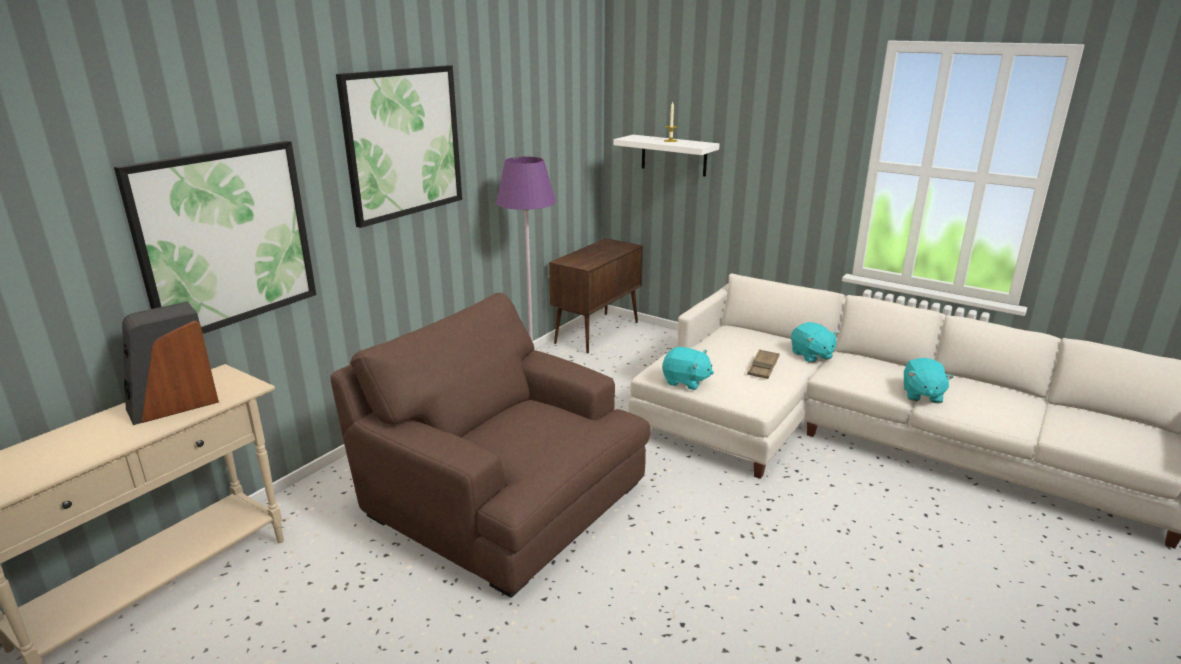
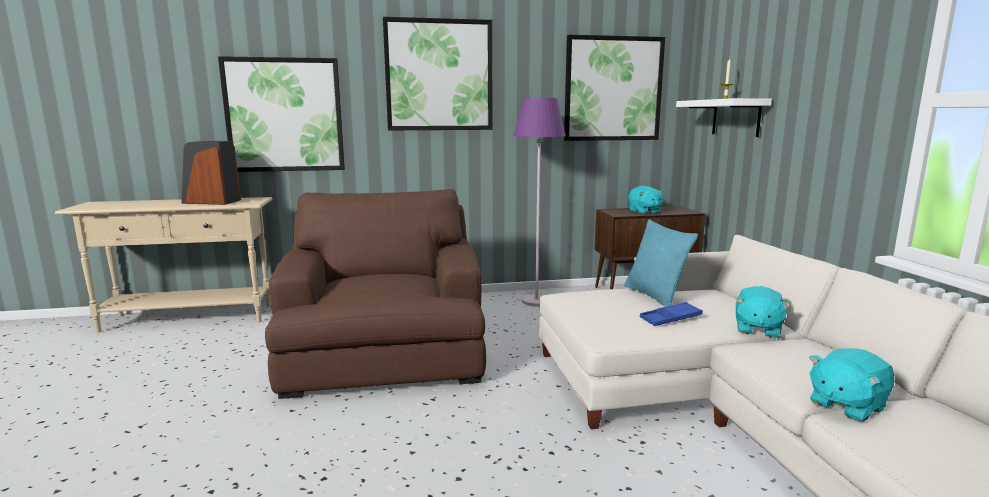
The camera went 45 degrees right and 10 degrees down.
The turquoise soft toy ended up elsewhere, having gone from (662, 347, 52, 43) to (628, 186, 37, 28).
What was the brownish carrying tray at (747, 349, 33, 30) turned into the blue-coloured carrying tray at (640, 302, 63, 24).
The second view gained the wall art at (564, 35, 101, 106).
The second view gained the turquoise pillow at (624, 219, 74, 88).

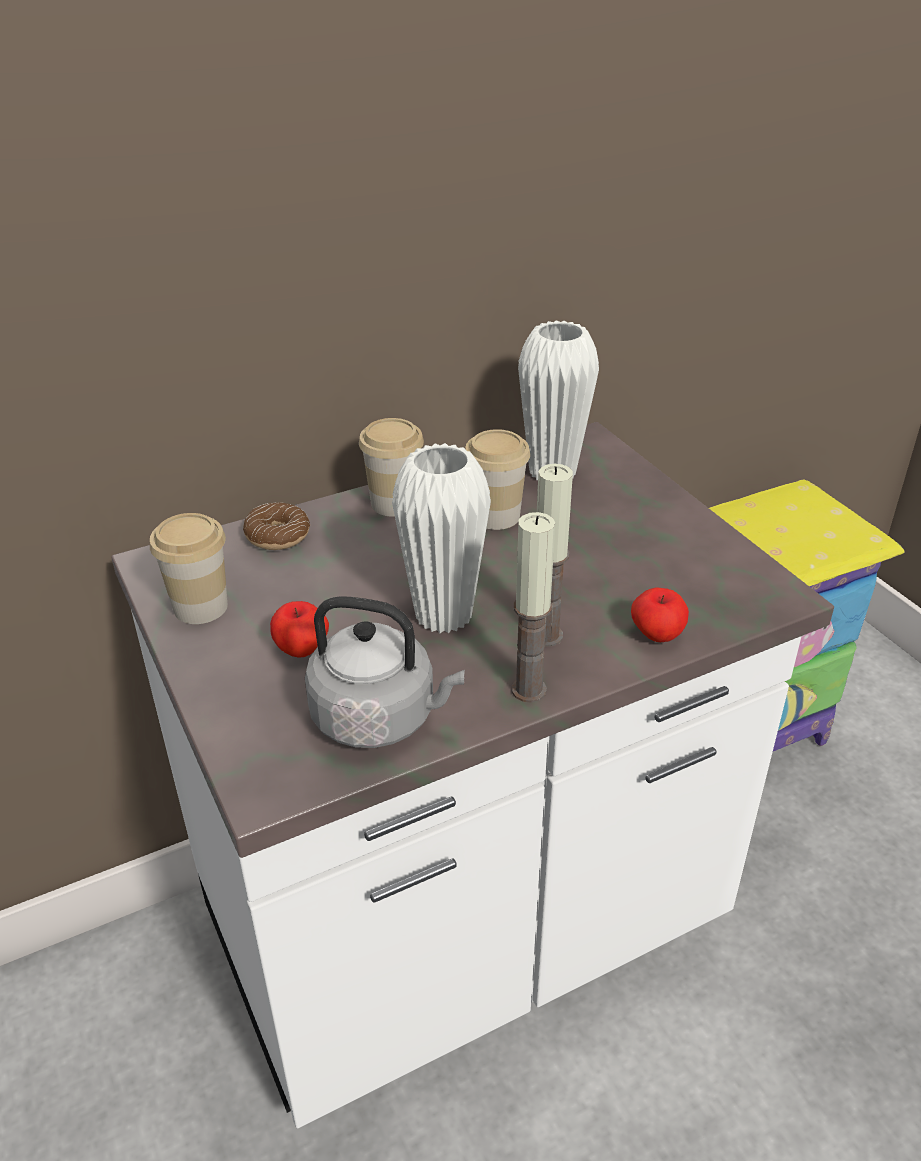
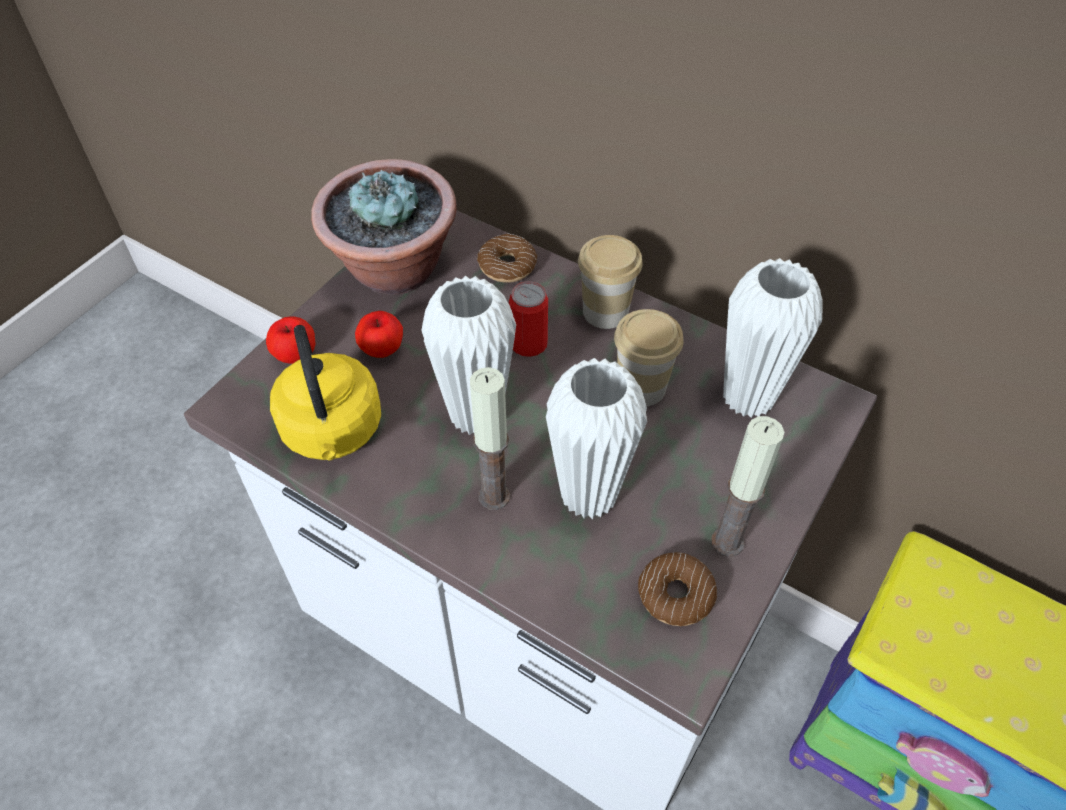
The camera went 60 degrees right and 15 degrees up.
Where the small cup stood at (150, 513, 78, 111), the plant in a pot came to stand at (311, 159, 146, 136).
What was the greyish water kettle at (305, 596, 160, 152) turned into the yellow-coloured water kettle at (270, 325, 111, 135).
The wax candle ended up elsewhere, having gone from (512, 512, 43, 191) to (711, 416, 73, 141).
The whole apple ended up elsewhere, having gone from (631, 587, 58, 55) to (266, 316, 50, 48).
The second view gained the sealed can at (509, 281, 39, 76).
The second view gained the whitish vase at (546, 358, 101, 161).
The second view gained the donut at (638, 552, 79, 74).

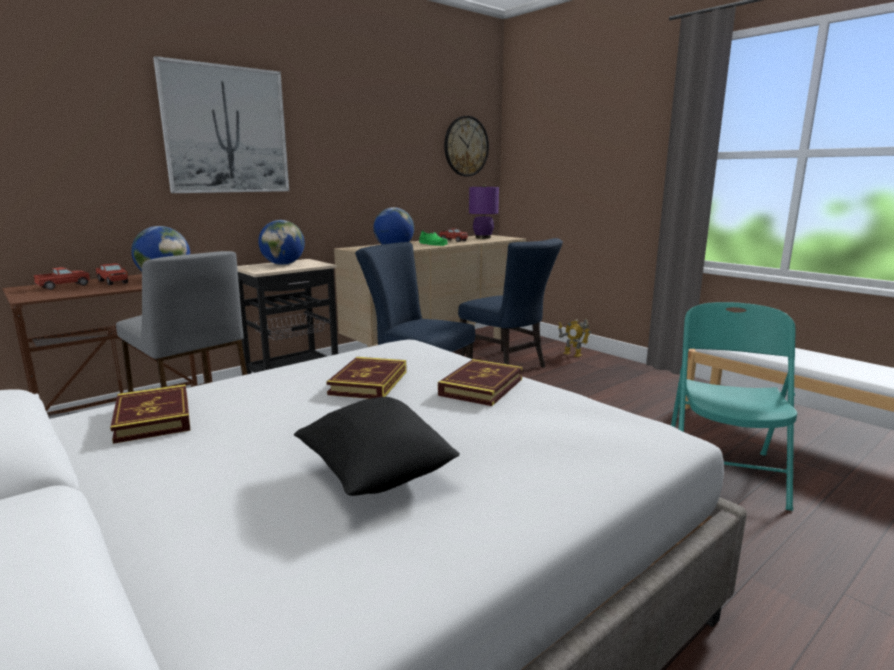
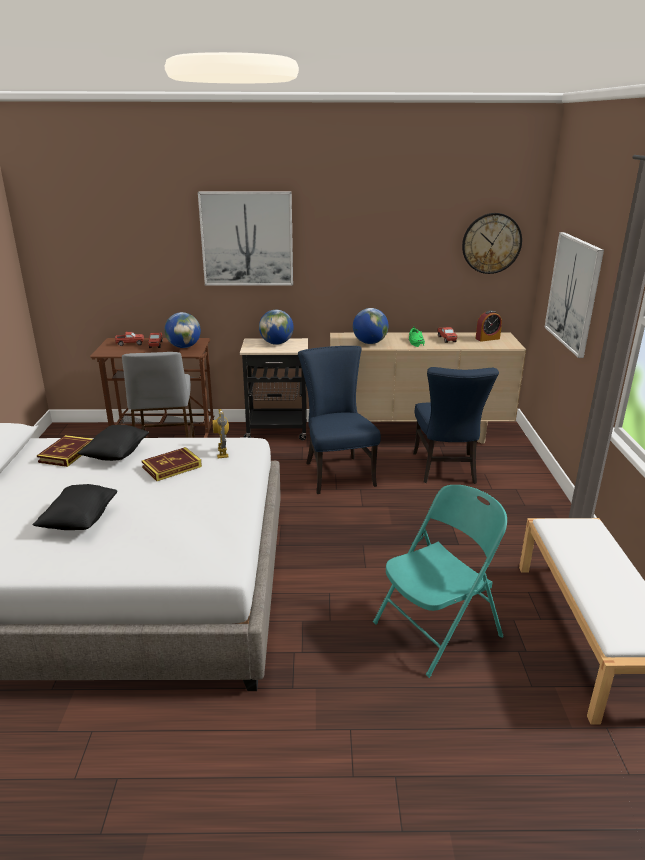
The camera went 40 degrees right and 10 degrees up.
The second view lost the volume at (438, 359, 85, 47).
Where the purplish lamp for a table stood at (469, 184, 30, 55), the bedside clock came to stand at (476, 310, 26, 32).
The robot figure ended up elsewhere, having gone from (558, 319, 33, 38) to (212, 409, 17, 49).
The second view gained the black pillow at (78, 425, 71, 36).
The second view gained the wall art at (544, 232, 60, 126).

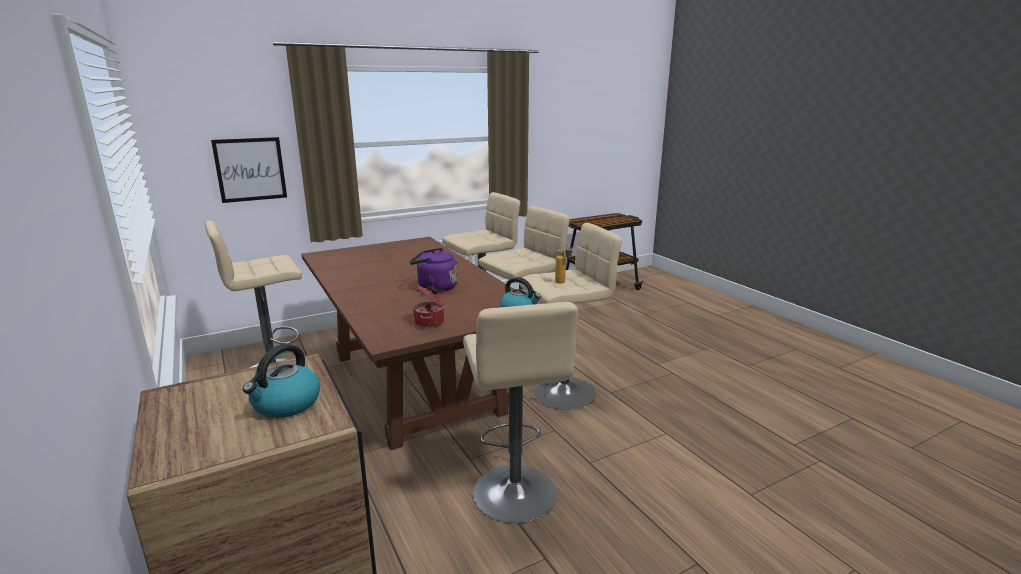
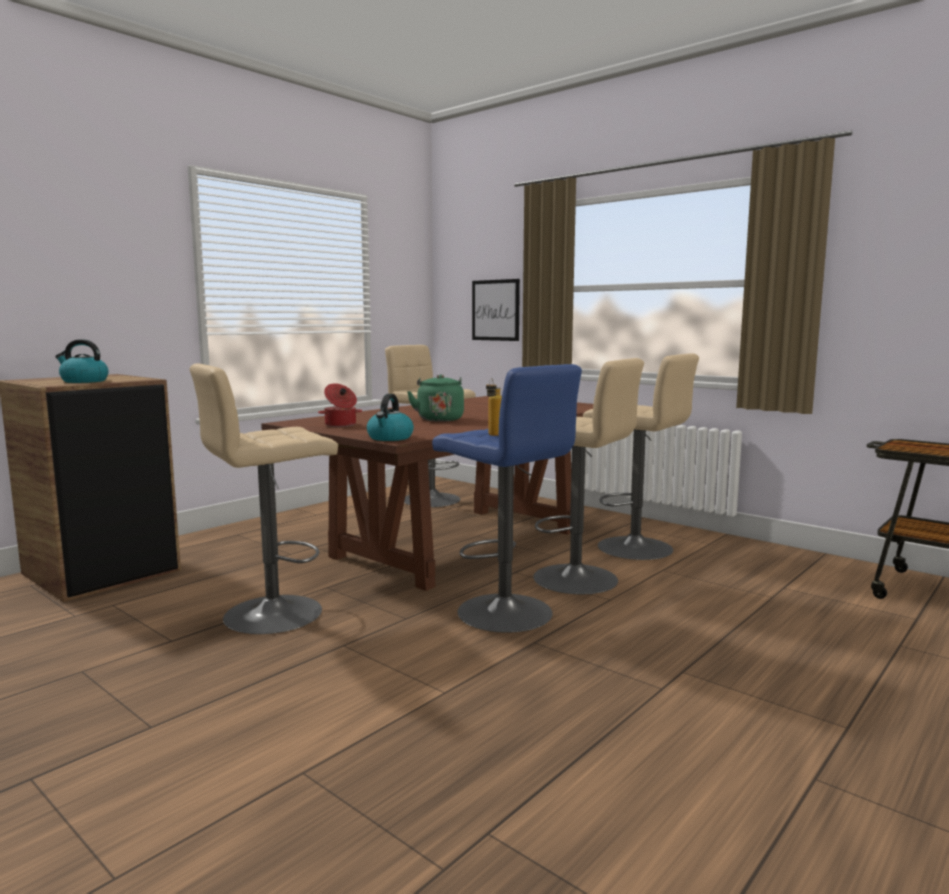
The camera went 70 degrees right and 10 degrees down.
What was the purplish water kettle at (410, 248, 48, 44) turned into the greenish water kettle at (407, 374, 57, 48).
What was the beige sitting stool at (519, 223, 103, 187) turned into the blue-coloured sitting stool at (432, 364, 150, 269).

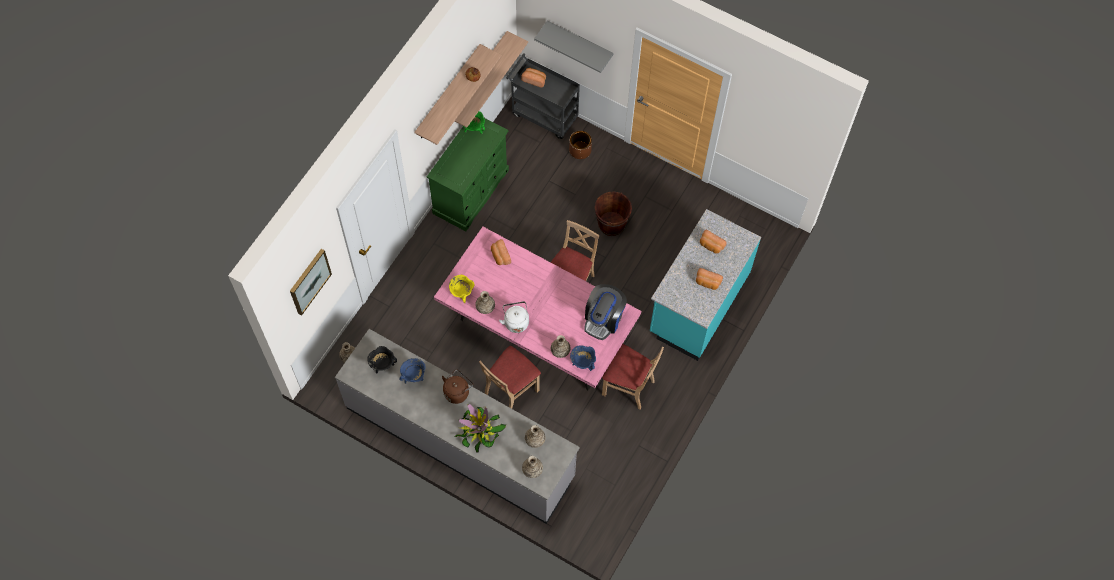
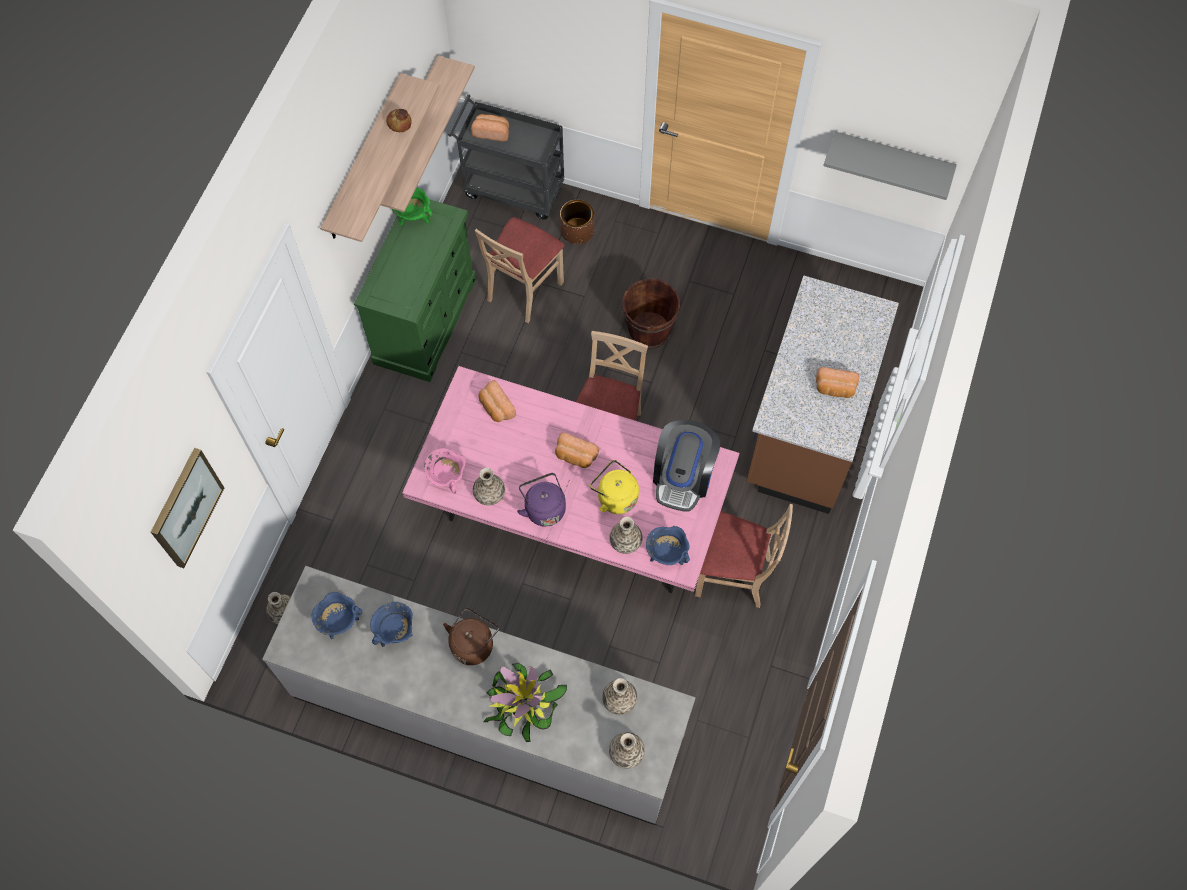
The camera went 10 degrees left and 0 degrees up.
What was the black stockpot at (367, 346, 30, 28) turned into the blue-coloured stockpot at (312, 592, 50, 47).
What was the yellow-coloured stockpot at (449, 275, 25, 28) turned into the pinkish stockpot at (424, 448, 42, 46).
The beige upright chair ended up elsewhere, having gone from (479, 346, 62, 63) to (475, 217, 89, 106).
What was the whitish water kettle at (499, 301, 30, 32) turned into the purplish water kettle at (517, 473, 49, 54).
The greyish wall shelf ended up elsewhere, having gone from (534, 20, 80, 53) to (823, 131, 134, 69).
What was the turquoise kitchen counter at (650, 209, 111, 152) turned into the brownish kitchen counter at (746, 276, 153, 238).
The bakery bread ended up elsewhere, having gone from (700, 230, 27, 23) to (555, 432, 44, 36).
The second view gained the yellow-coloured water kettle at (590, 460, 49, 54).

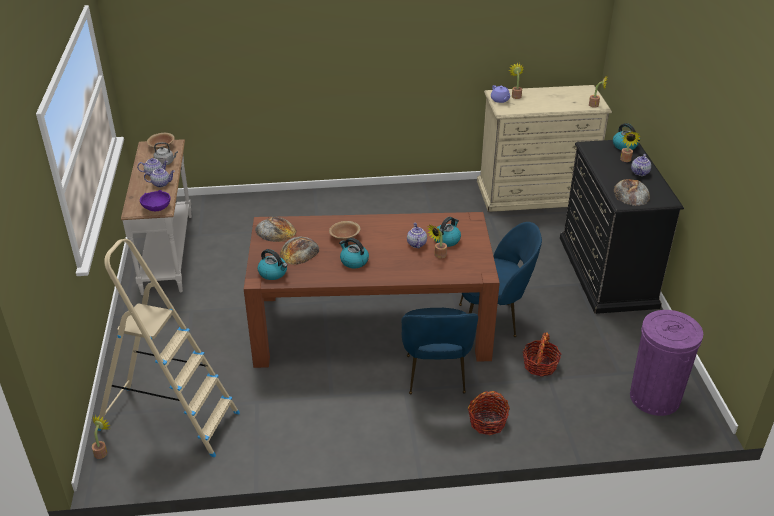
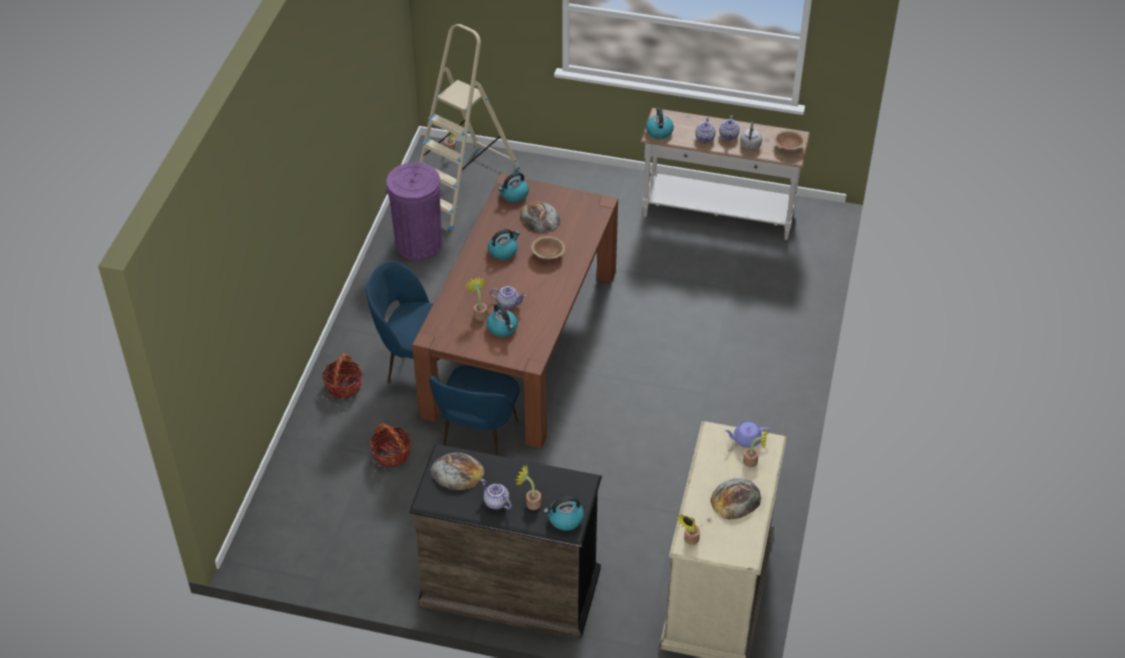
The camera went 110 degrees right and 10 degrees up.
Where the purplish bowl stood at (140, 190, 30, 21), the water kettle came to stand at (646, 108, 28, 31).
The bakery bread ended up elsewhere, having gone from (255, 217, 42, 25) to (710, 478, 51, 42).
The purplish waste bin ended up elsewhere, having gone from (630, 310, 73, 106) to (385, 162, 58, 99).

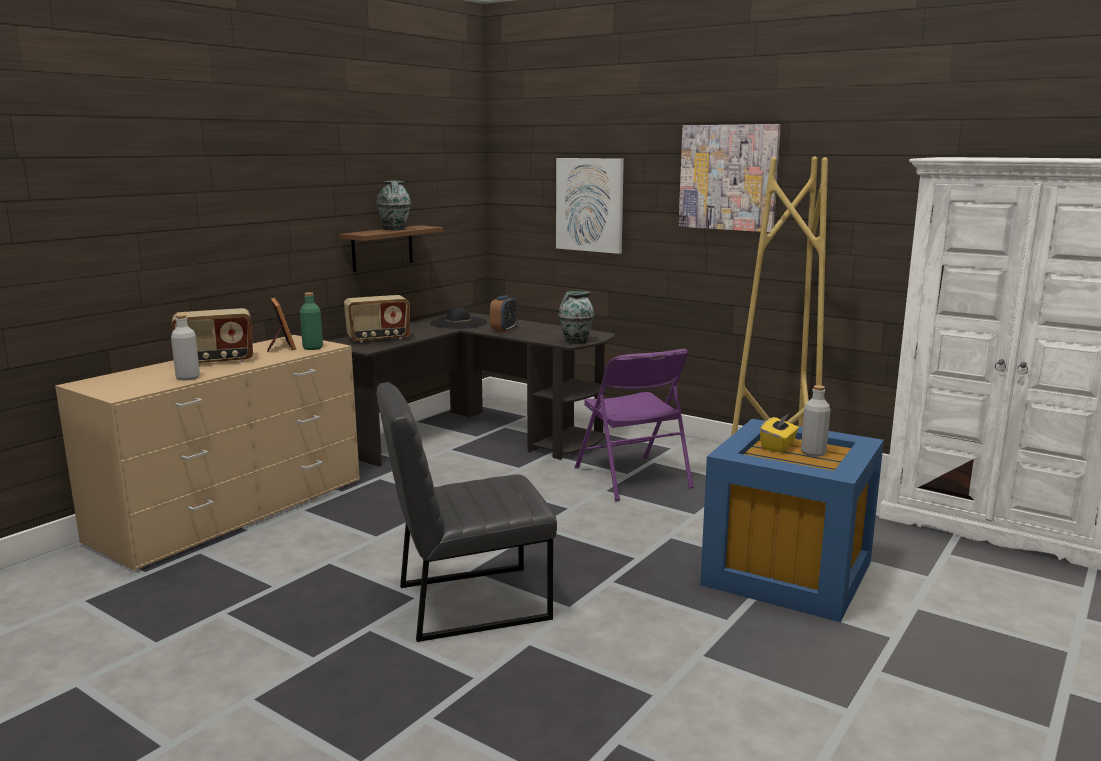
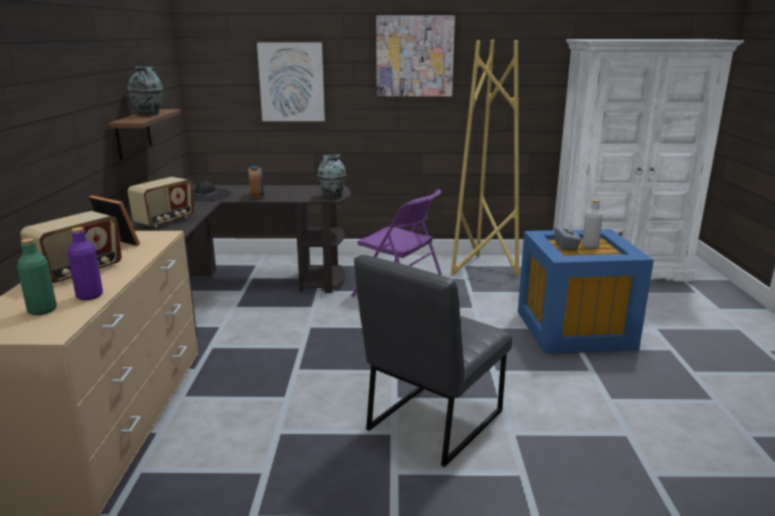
The camera went 35 degrees left and 5 degrees up.
What was the greyish drink bottle at (171, 314, 29, 67) turned into the purplish drink bottle at (68, 227, 35, 73).
The greenish drink bottle ended up elsewhere, having gone from (300, 292, 23, 58) to (17, 238, 40, 77).
What was the yellow-coloured box of tissues at (760, 413, 39, 40) turned into the greyish box of tissues at (554, 222, 27, 28).

